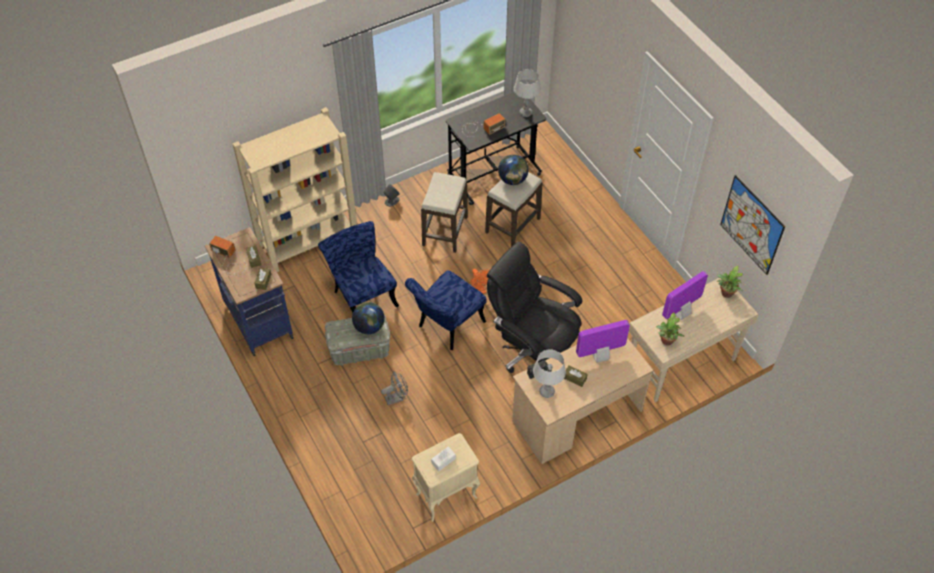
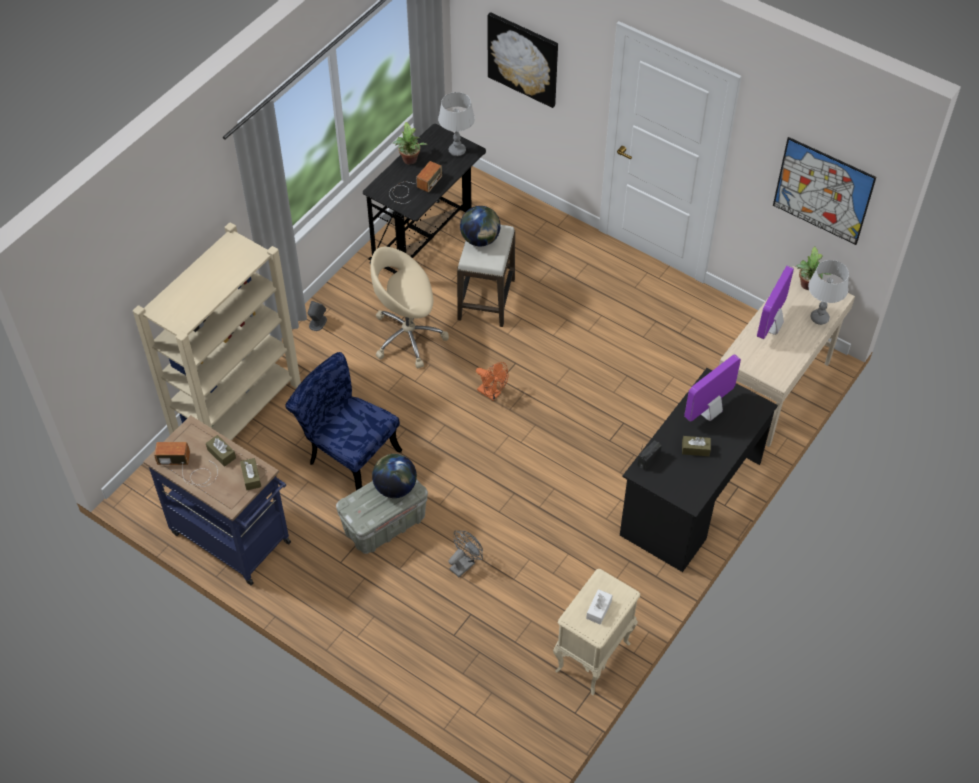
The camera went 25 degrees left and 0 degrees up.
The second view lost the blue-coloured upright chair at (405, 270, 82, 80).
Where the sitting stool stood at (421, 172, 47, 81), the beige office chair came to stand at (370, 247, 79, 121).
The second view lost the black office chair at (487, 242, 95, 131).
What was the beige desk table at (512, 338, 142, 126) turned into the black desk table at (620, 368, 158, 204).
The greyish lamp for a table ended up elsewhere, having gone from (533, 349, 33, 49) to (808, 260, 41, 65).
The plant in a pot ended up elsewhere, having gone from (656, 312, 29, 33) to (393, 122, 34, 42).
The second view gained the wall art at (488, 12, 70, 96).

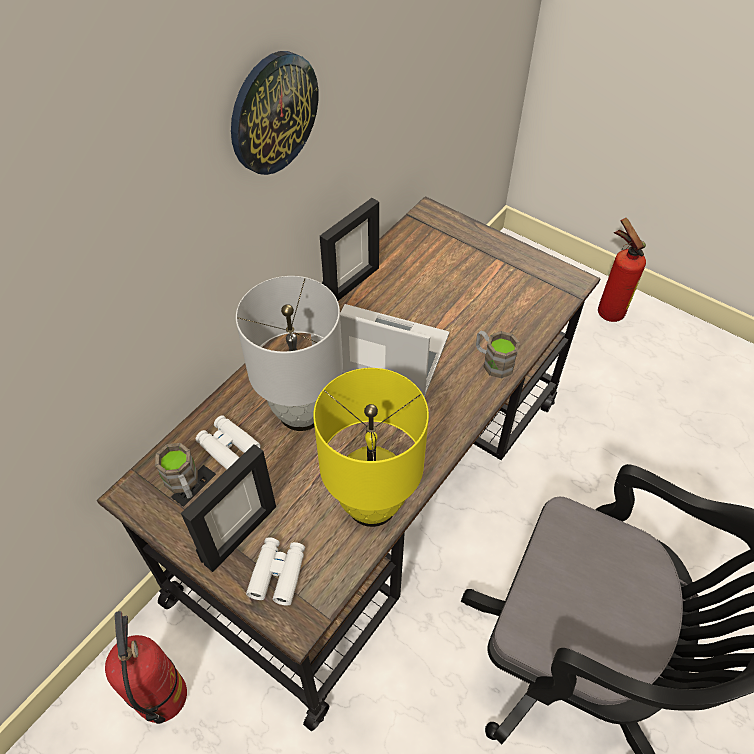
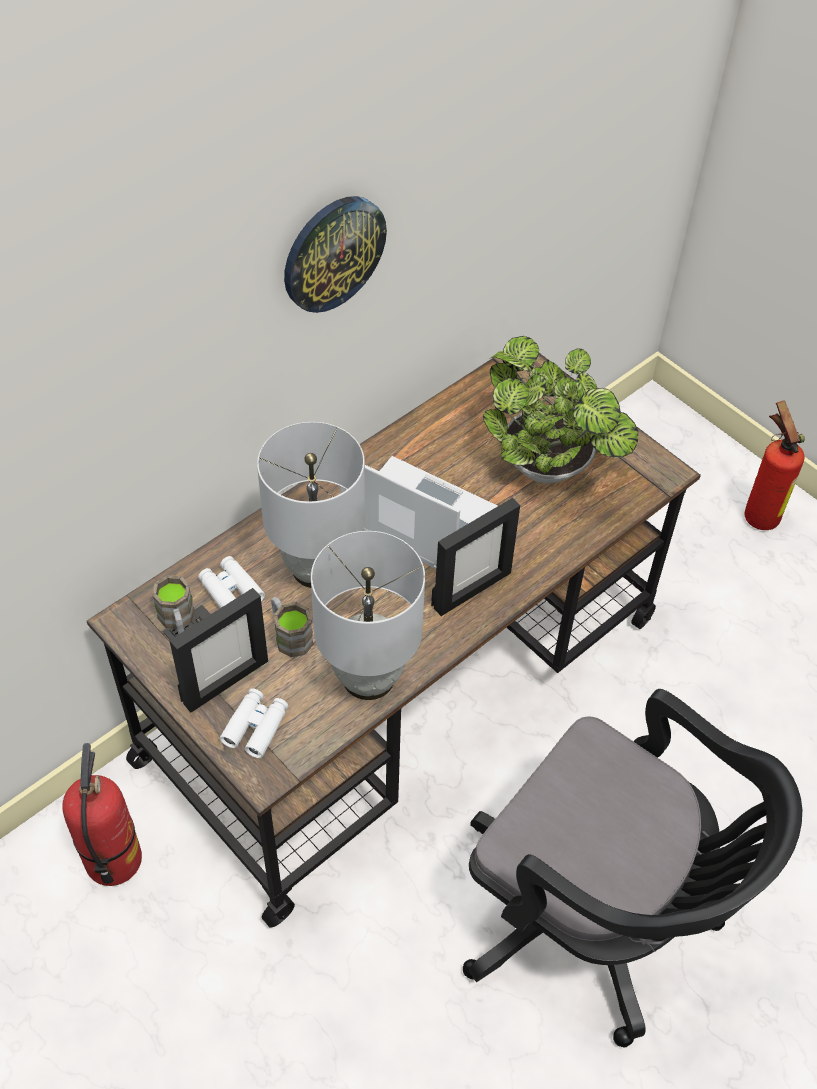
The camera went 10 degrees right and 0 degrees up.
What was the yellow-coloured lamp for a table at (313, 368, 116, 159) turned into the whitish lamp for a table at (311, 531, 114, 169).
The photo frame ended up elsewhere, having gone from (320, 198, 59, 103) to (431, 498, 89, 118).
The brownish tea mug ended up elsewhere, having gone from (476, 331, 44, 48) to (271, 597, 43, 61).
The second view gained the plant in a pot at (483, 336, 155, 148).

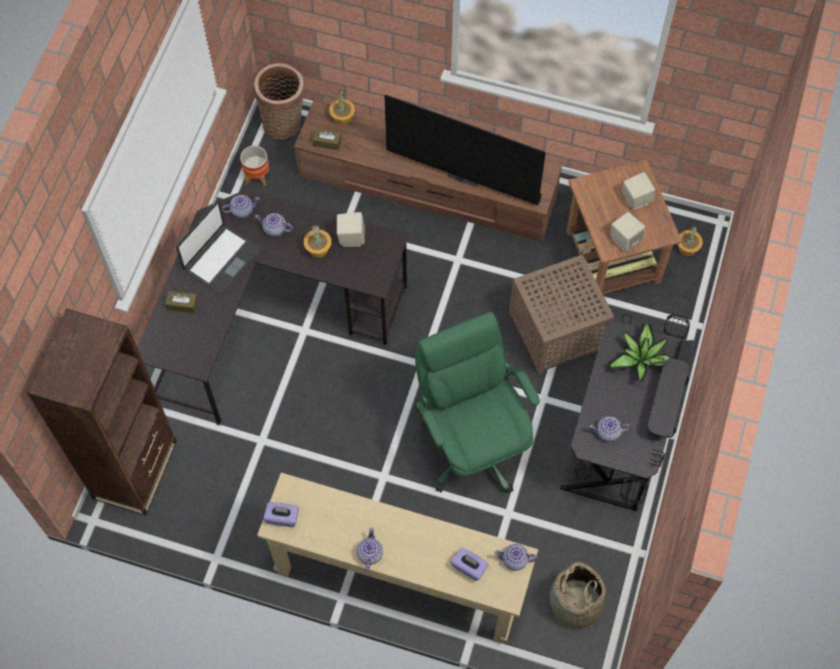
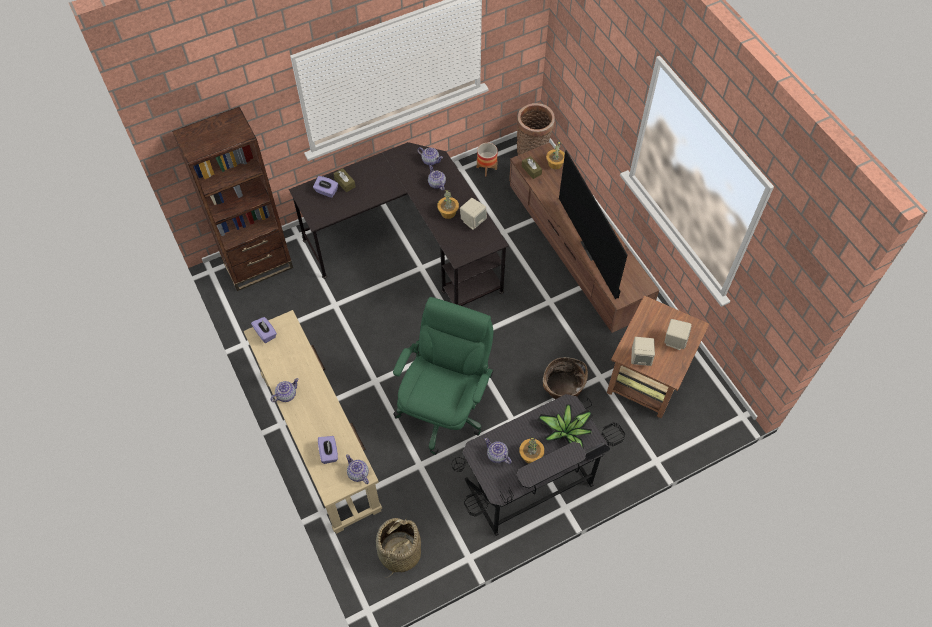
The camera went 45 degrees right and 5 degrees down.
The second view lost the notebook computer at (176, 201, 85, 93).
Where the brownish end table stood at (509, 254, 105, 120), the storage basket came to stand at (543, 357, 45, 42).
The plant in a pot ended up elsewhere, having gone from (678, 226, 25, 30) to (519, 437, 25, 26).
The second view gained the purplish box of tissues at (313, 176, 25, 22).

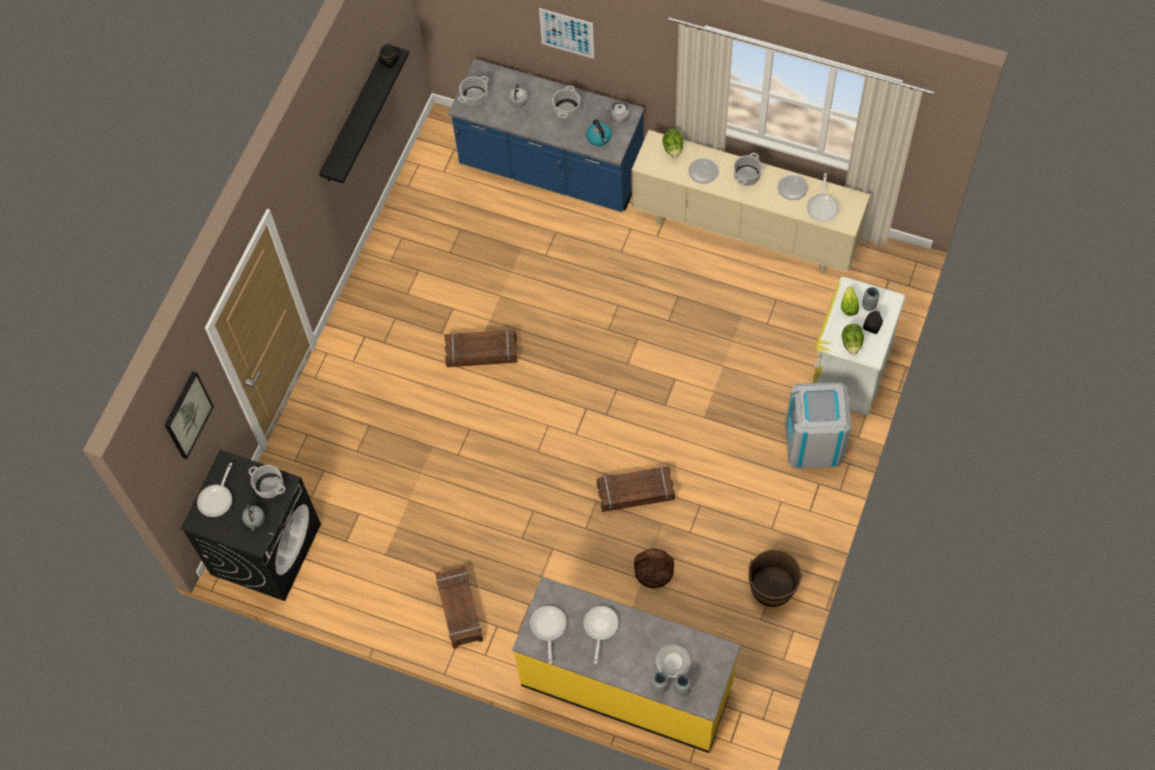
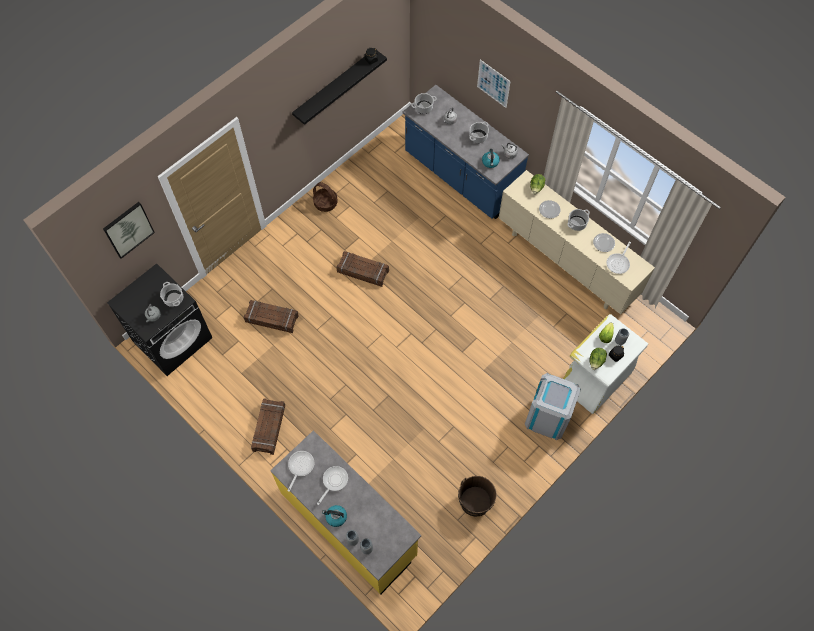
The camera went 20 degrees right and 0 degrees up.
The second view lost the skillet at (197, 463, 35, 54).
The packing crate ended up elsewhere, having gone from (596, 466, 79, 46) to (244, 300, 55, 33).
The storage basket ended up elsewhere, having gone from (634, 548, 40, 40) to (313, 182, 25, 30).
The second view lost the plate at (656, 644, 35, 34).
The second view gained the water kettle at (322, 505, 25, 22).

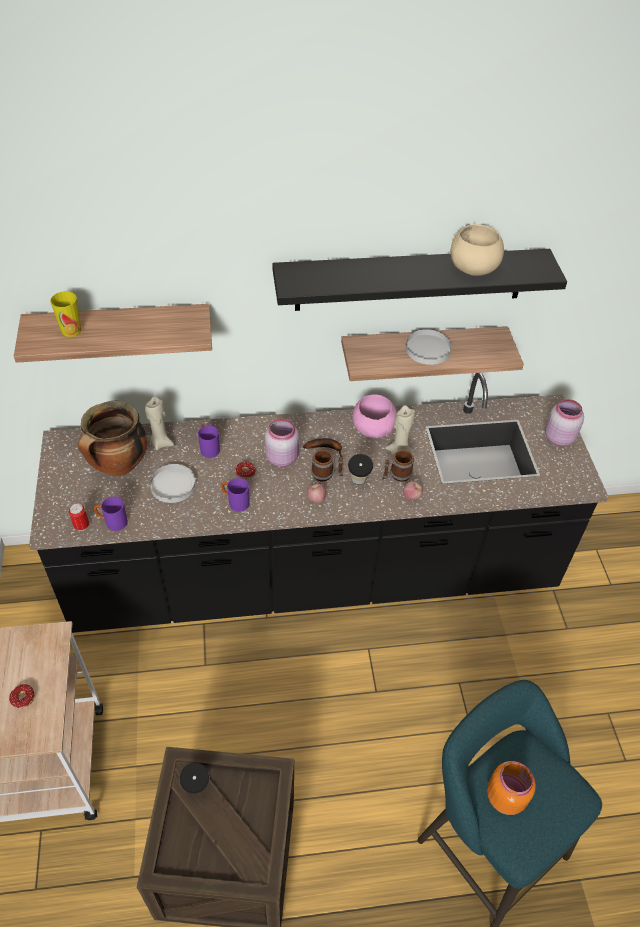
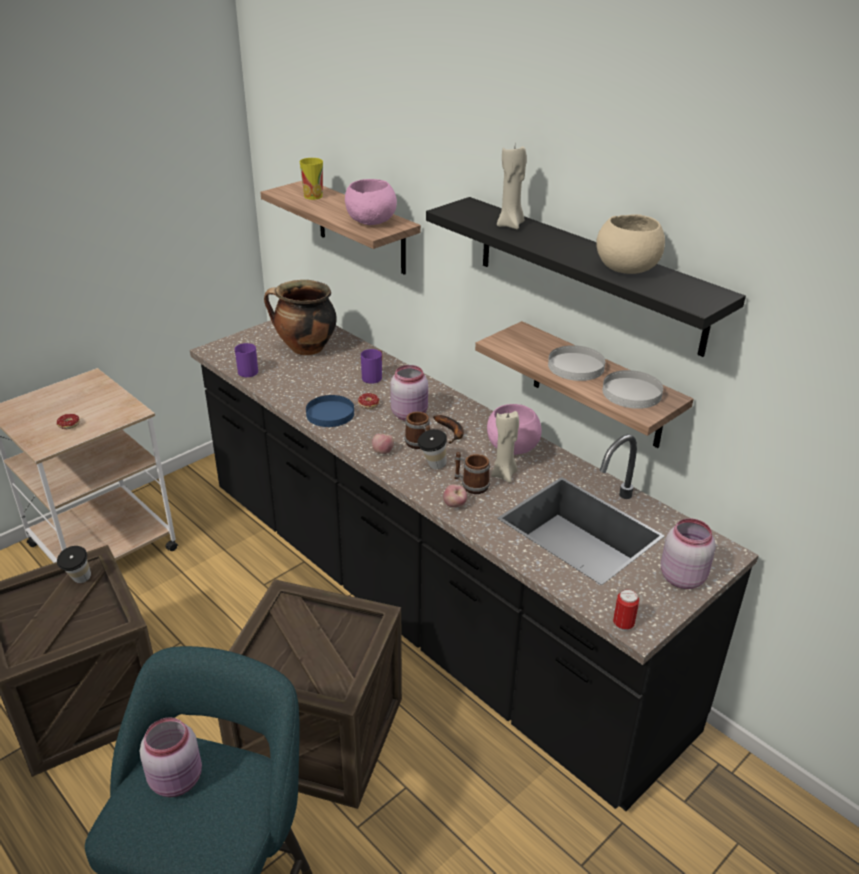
The camera went 55 degrees right and 15 degrees down.
The sealed can ended up elsewhere, having gone from (69, 503, 20, 28) to (613, 589, 26, 42).
The beige wax candle ended up elsewhere, having gone from (145, 396, 29, 54) to (497, 146, 30, 83).
The whitish plate ended up elsewhere, having gone from (150, 464, 46, 39) to (602, 370, 61, 39).
Where the purplish tea mug stood at (221, 478, 29, 34), the blue-coloured plate came to stand at (306, 395, 48, 32).
What was the orangey storage jar at (487, 761, 49, 54) turned into the pinkish storage jar at (140, 717, 62, 80).
The second view gained the packing crate at (218, 579, 184, 230).
The second view gained the pinkish bowl at (345, 179, 52, 46).

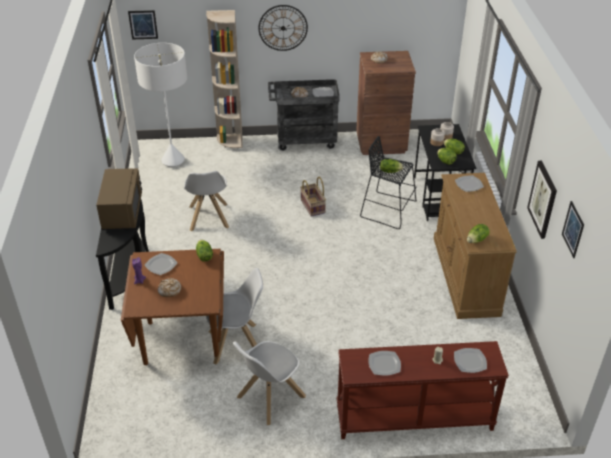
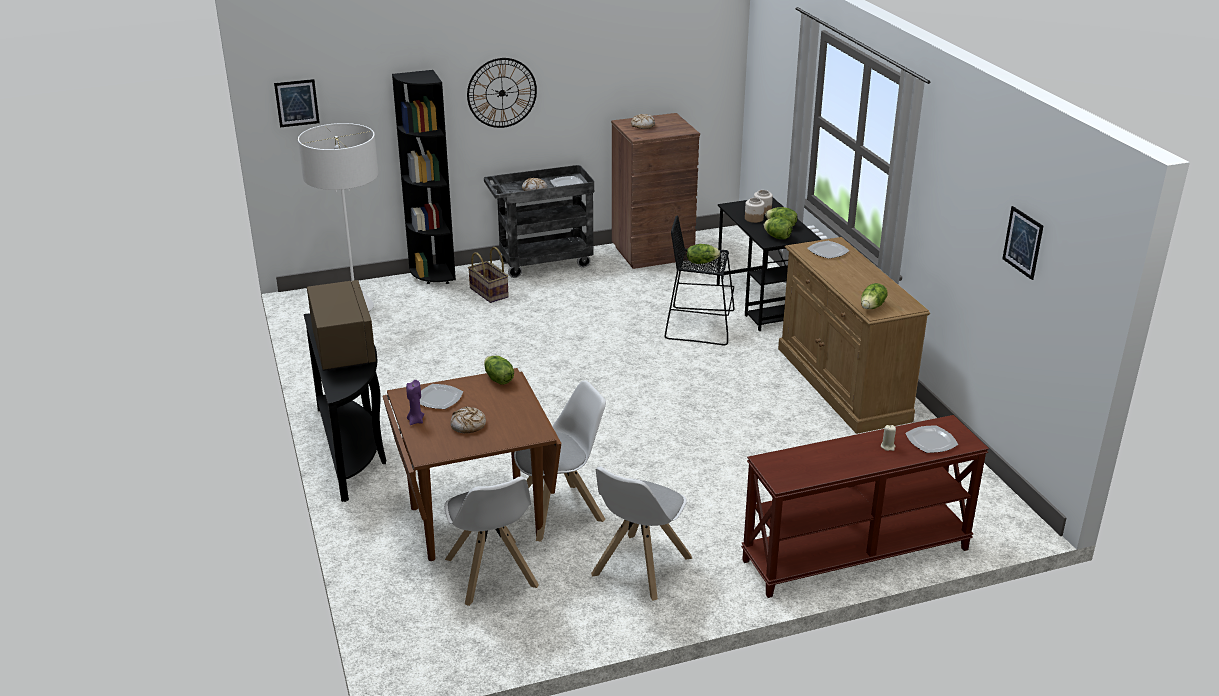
The camera went 15 degrees left and 10 degrees down.
The upright chair ended up elsewhere, having gone from (184, 171, 45, 60) to (444, 476, 95, 130).
What was the beige shelving unit at (206, 10, 37, 139) turned into the black shelving unit at (392, 70, 64, 214).
The storage basket ended up elsewhere, having gone from (300, 177, 26, 40) to (468, 247, 41, 56).
The second view lost the plate at (368, 351, 33, 25).
The second view lost the wall art at (527, 161, 30, 78).

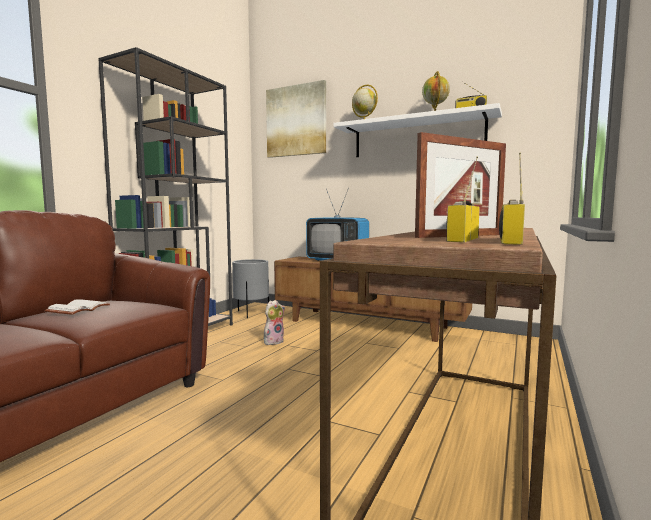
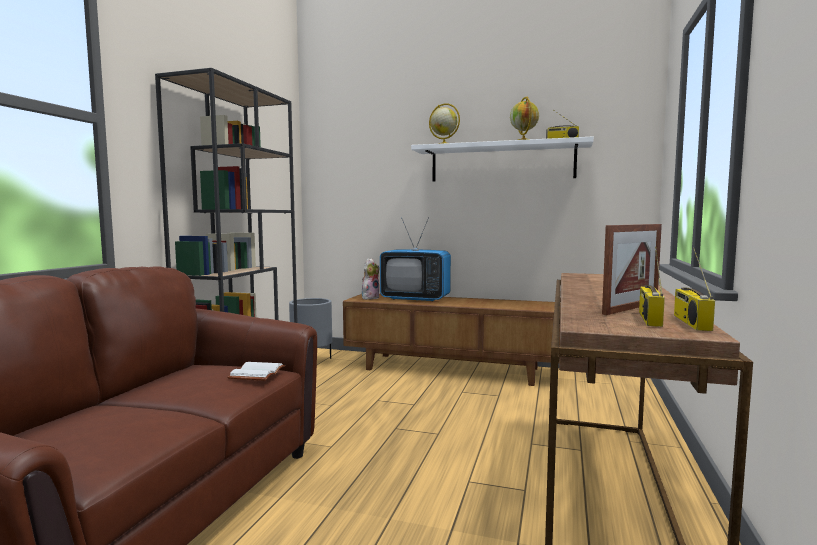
The camera went 10 degrees left and 0 degrees up.
The whitish volume ended up elsewhere, having gone from (44, 299, 66, 16) to (227, 362, 58, 19).
The soft toy ended up elsewhere, having gone from (264, 300, 21, 45) to (362, 258, 17, 42).
The second view lost the wall art at (266, 80, 60, 78).

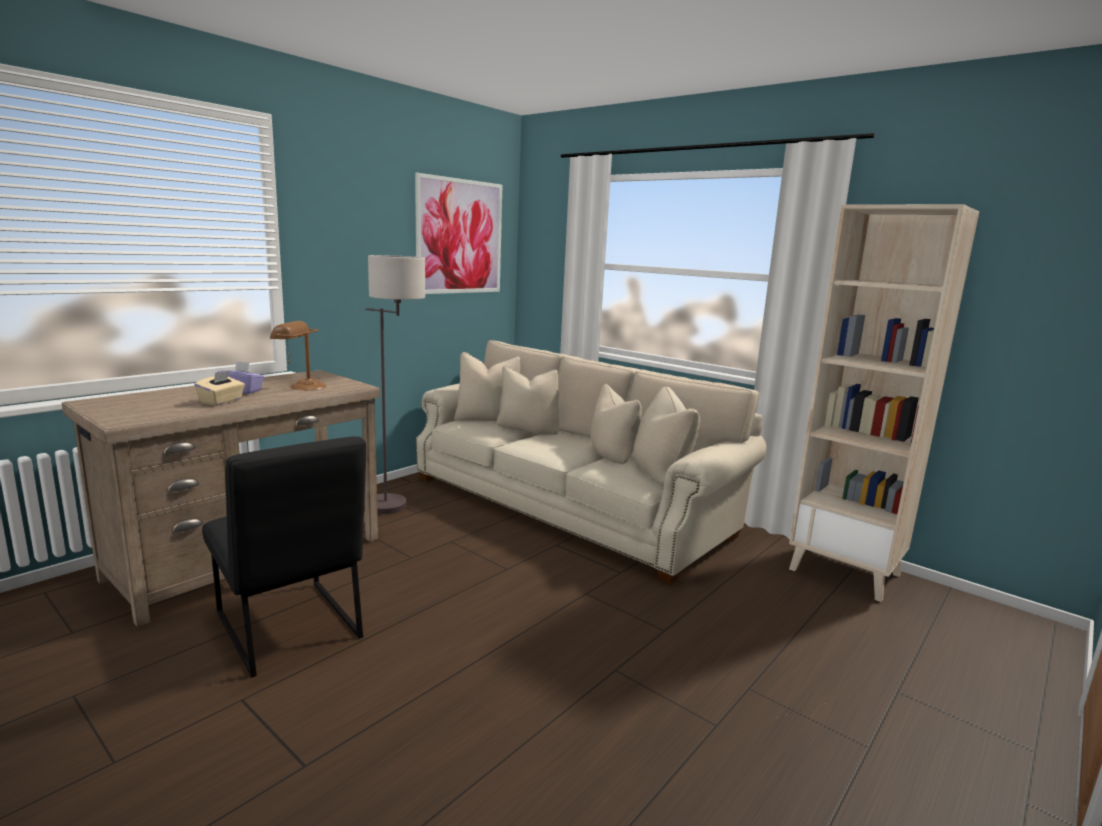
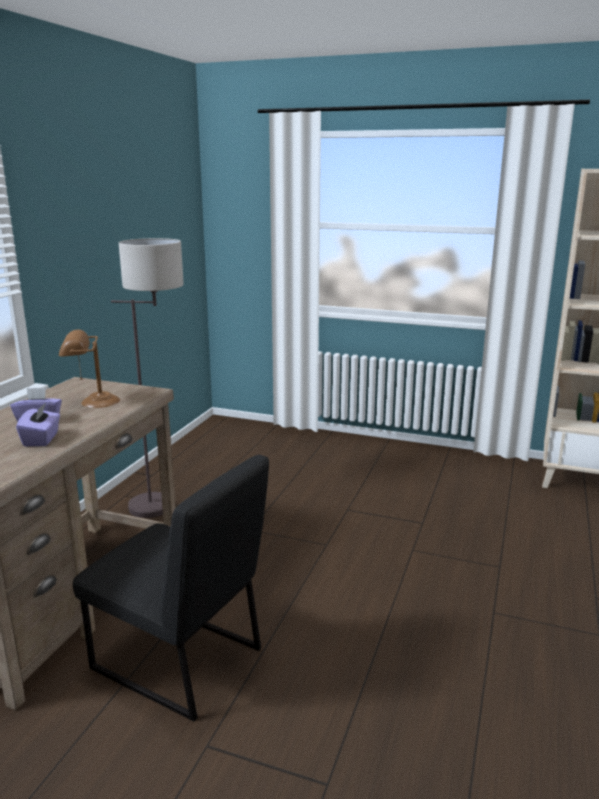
The camera went 20 degrees left and 5 degrees up.
What was the beige box of tissues at (194, 370, 51, 36) turned into the purplish box of tissues at (16, 403, 44, 43).
The second view lost the wall art at (415, 173, 87, 121).
The second view lost the beige settee at (416, 340, 351, 244).

